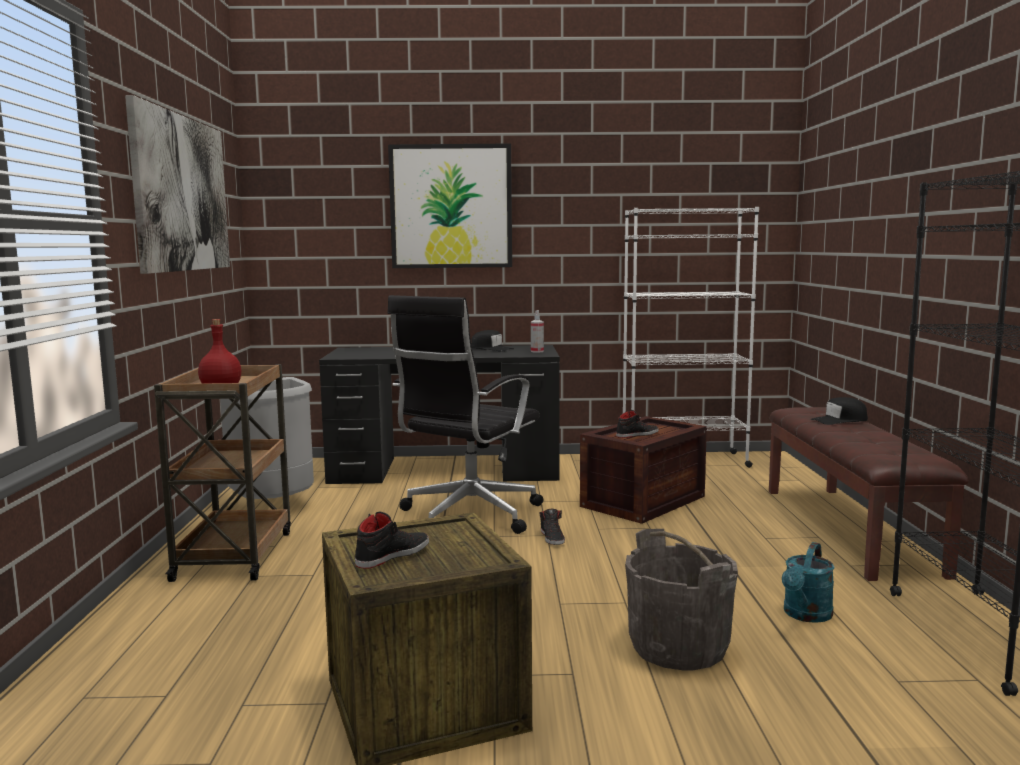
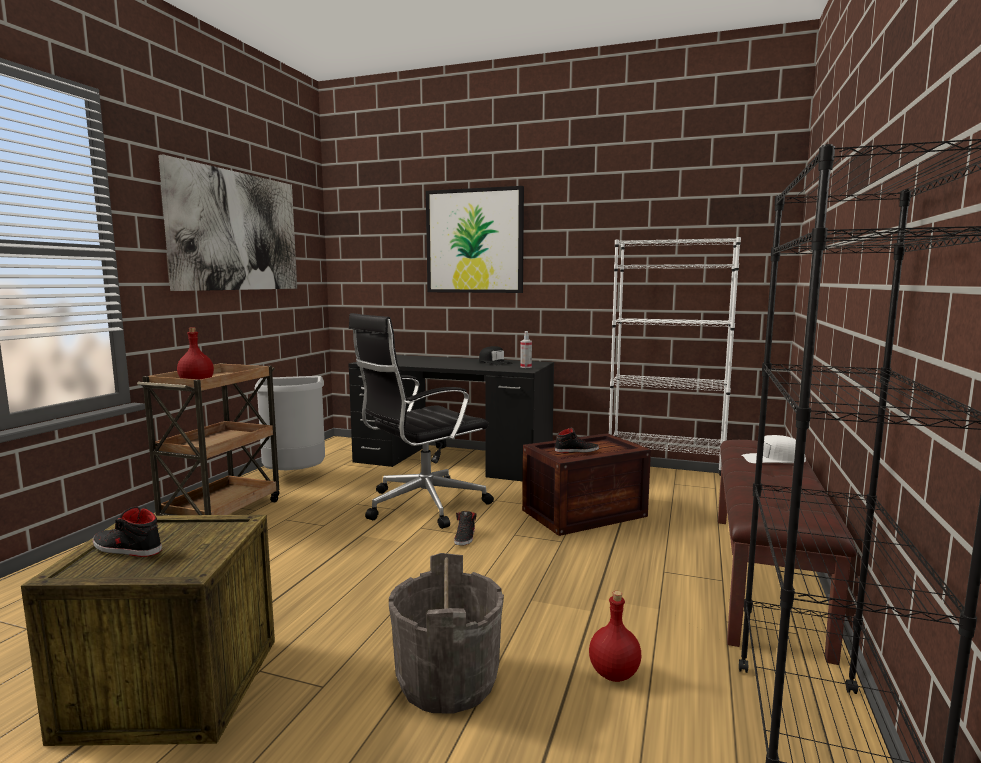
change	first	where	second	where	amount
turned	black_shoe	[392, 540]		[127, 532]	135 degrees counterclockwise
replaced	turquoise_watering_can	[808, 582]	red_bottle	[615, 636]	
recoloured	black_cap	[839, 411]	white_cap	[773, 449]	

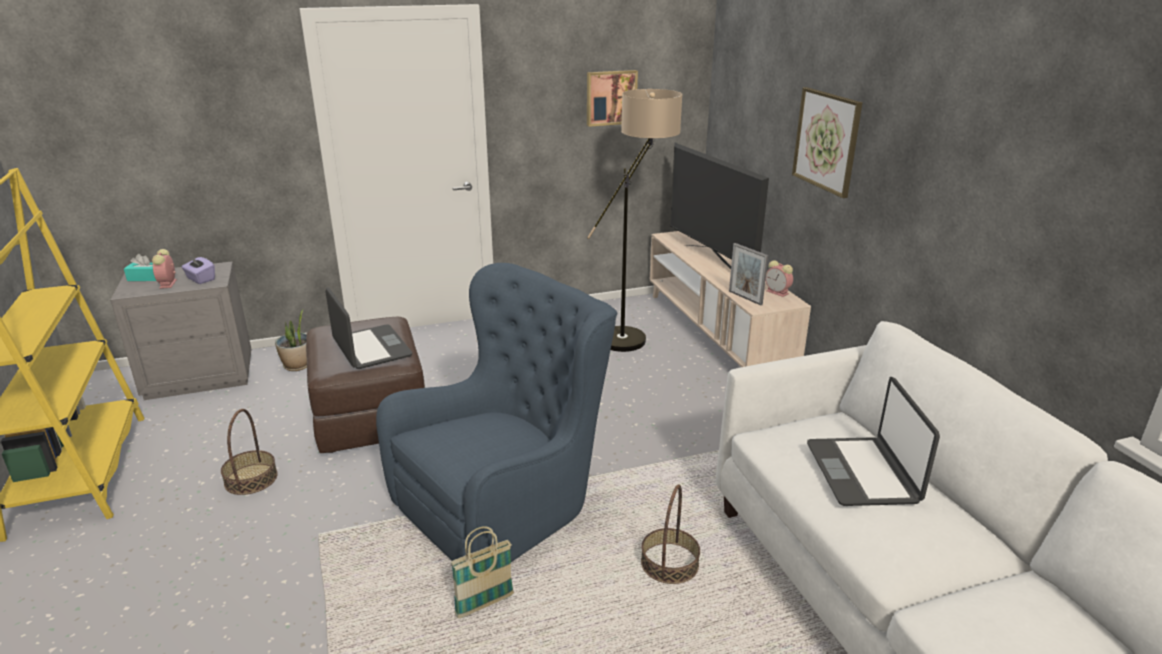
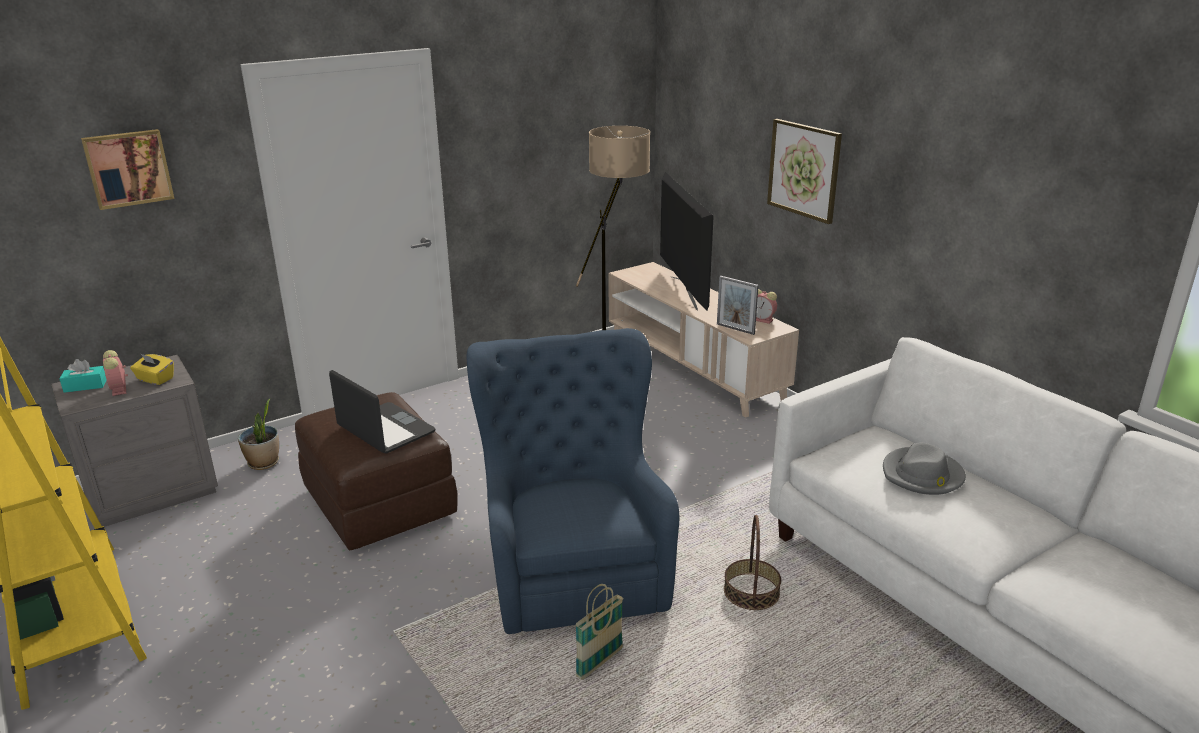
change	first	where	second	where	amount
recoloured	purple_tissue_box	[198, 269]	yellow_tissue_box	[152, 369]	
removed	basket	[249, 452]			
turned	blue_armchair	[496, 412]		[573, 481]	45 degrees counterclockwise
moved	picture	[612, 98]		[127, 169]	
turned	television	[719, 206]		[687, 241]	150 degrees counterclockwise
replaced	laptop	[873, 441]	grey_hat	[924, 469]	

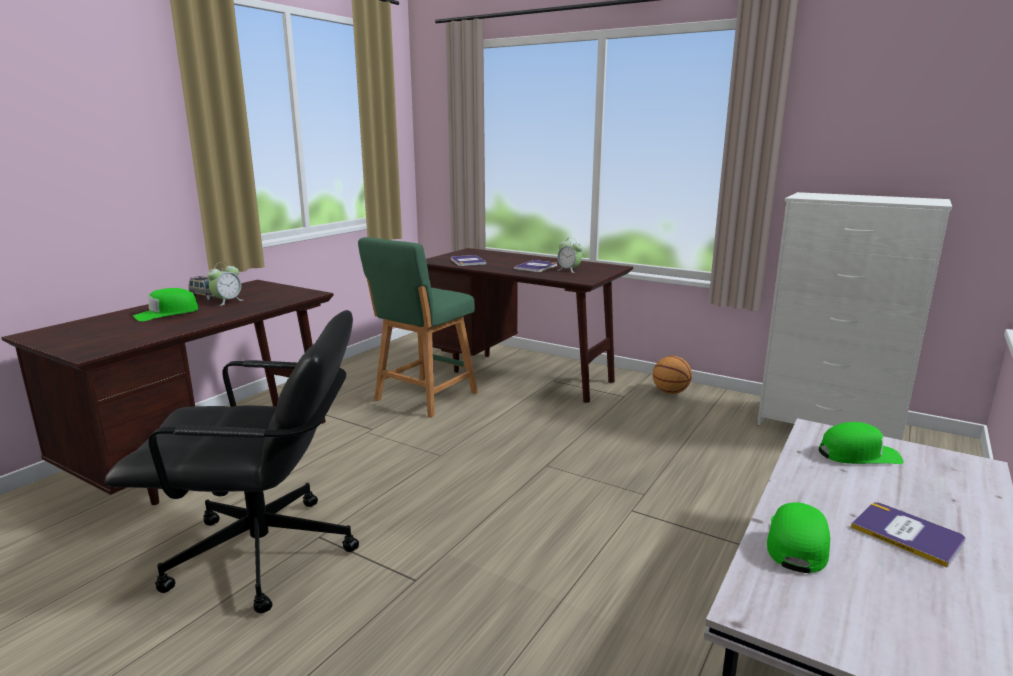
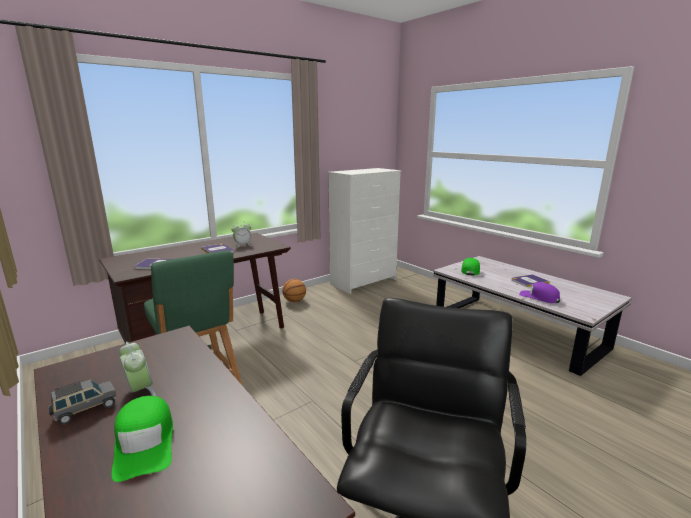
change	first	where	second	where	amount
recoloured	green_cap	[798, 537]	purple_cap	[539, 292]	

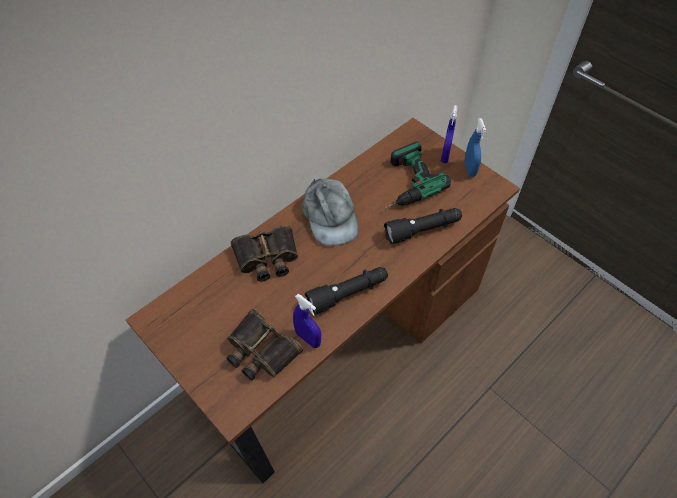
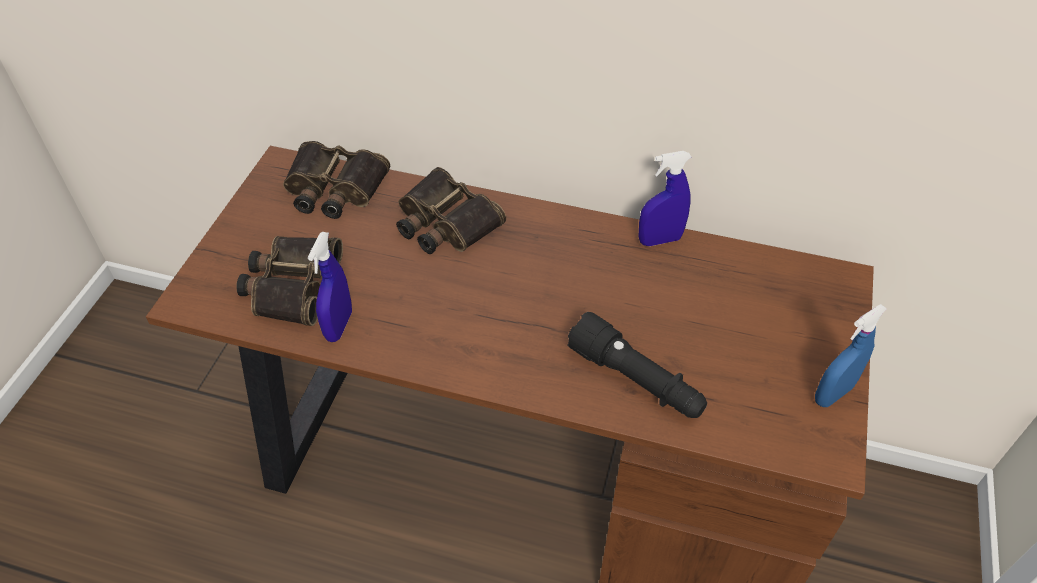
change	first	where	second	where	amount
removed	grey_cap	[330, 212]			
removed	black_flashlight	[346, 291]			
removed	power_drill	[417, 175]			
moved	blue_spray_bottle	[449, 134]		[664, 198]	
added			binoculars	[337, 180]	

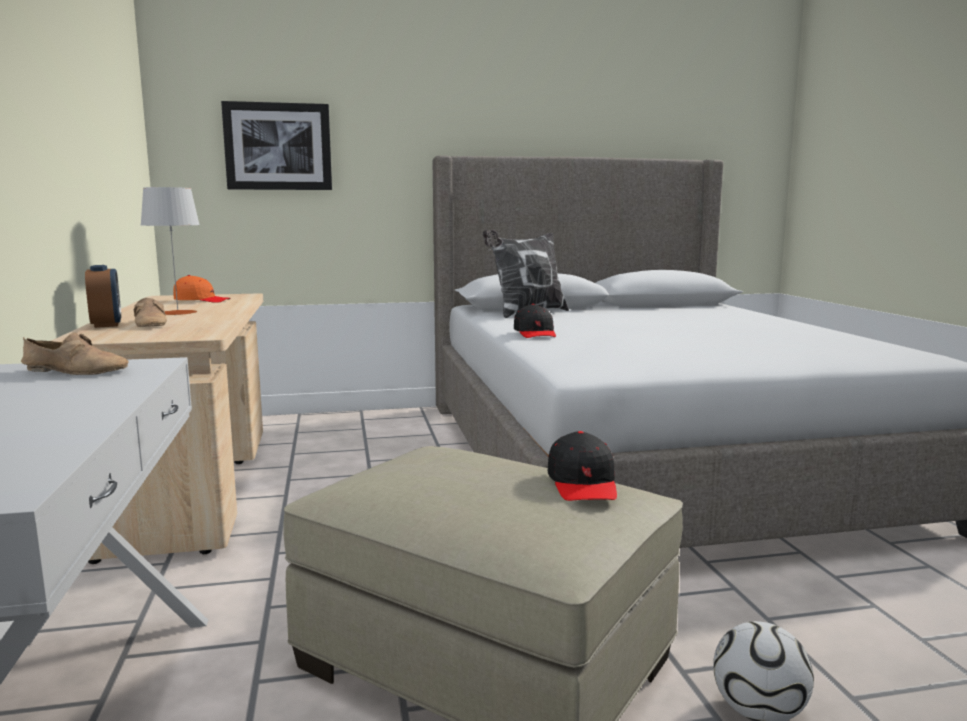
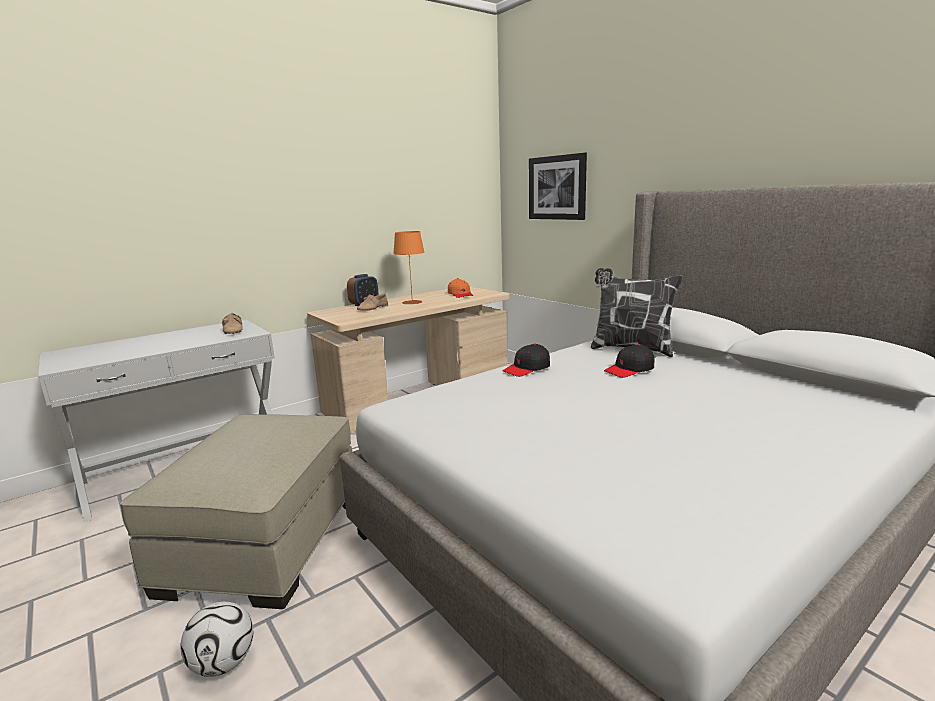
change	first	where	second	where	amount
recoloured	grey_table_lamp	[170, 251]	orange_table_lamp	[408, 267]	
moved	black_cap	[582, 466]		[629, 361]	

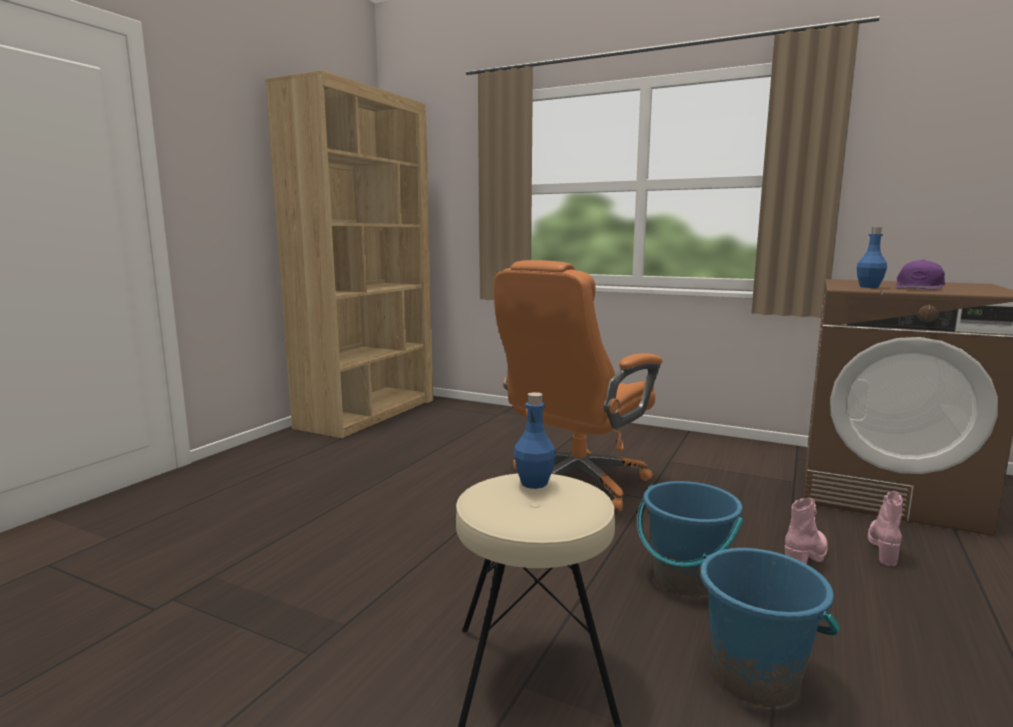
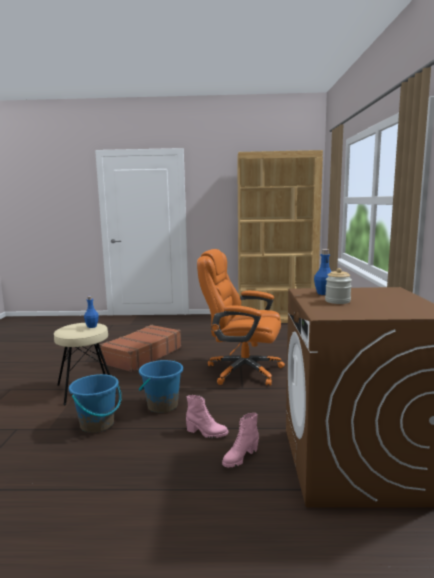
change	first	where	second	where	amount
turned	pink_boot	[885, 528]		[240, 440]	135 degrees clockwise
replaced	purple_cap	[920, 274]	jar	[338, 286]	
added			brown_suitcase	[141, 348]	

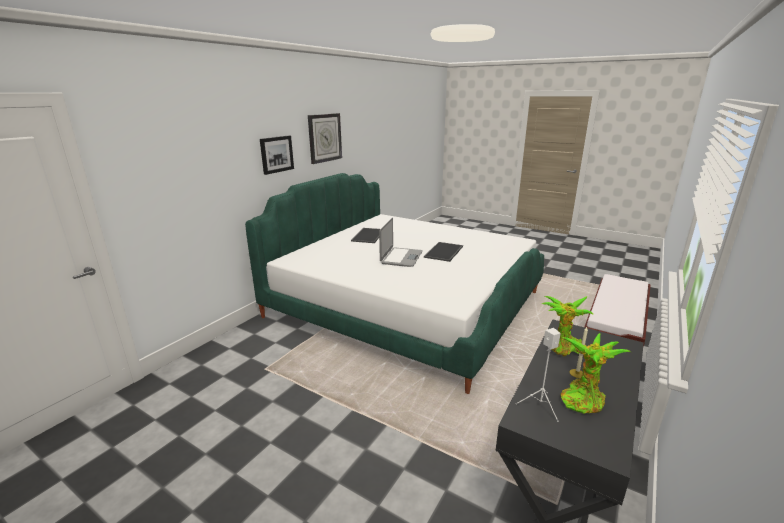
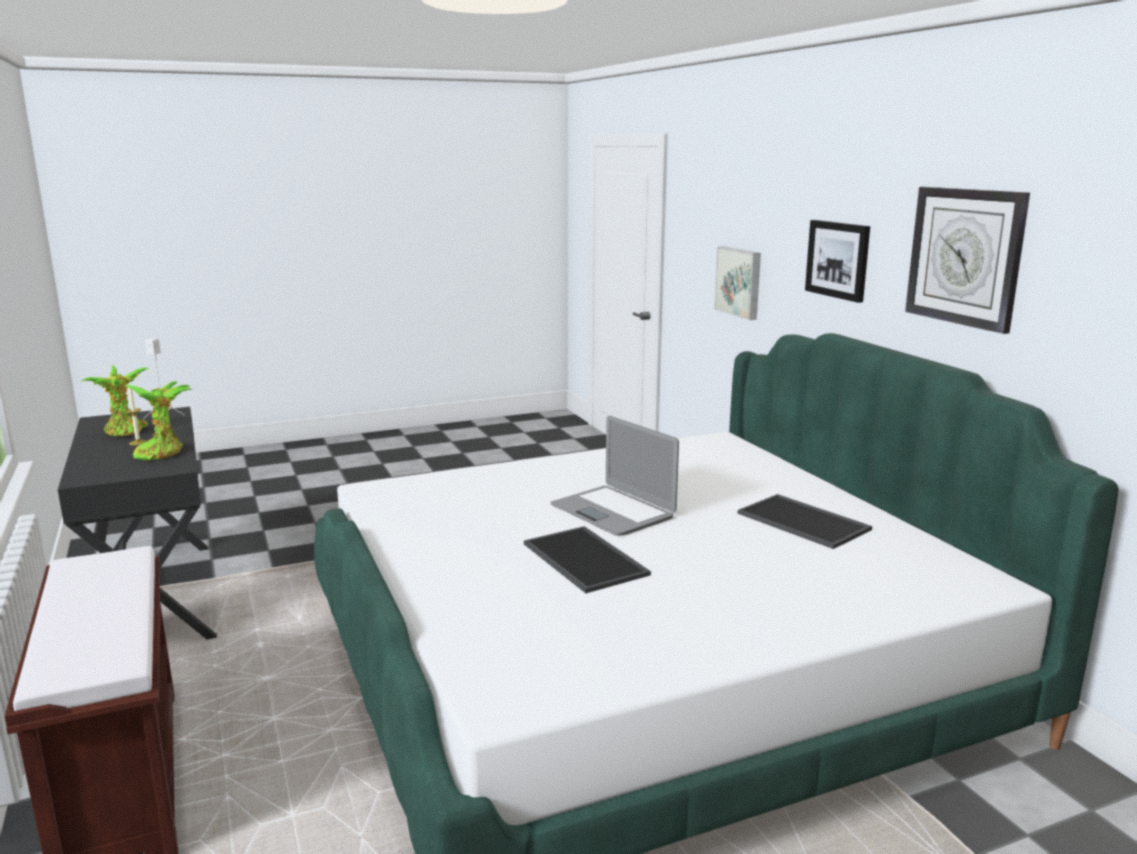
change	first	where	second	where	amount
added			picture	[737, 283]	

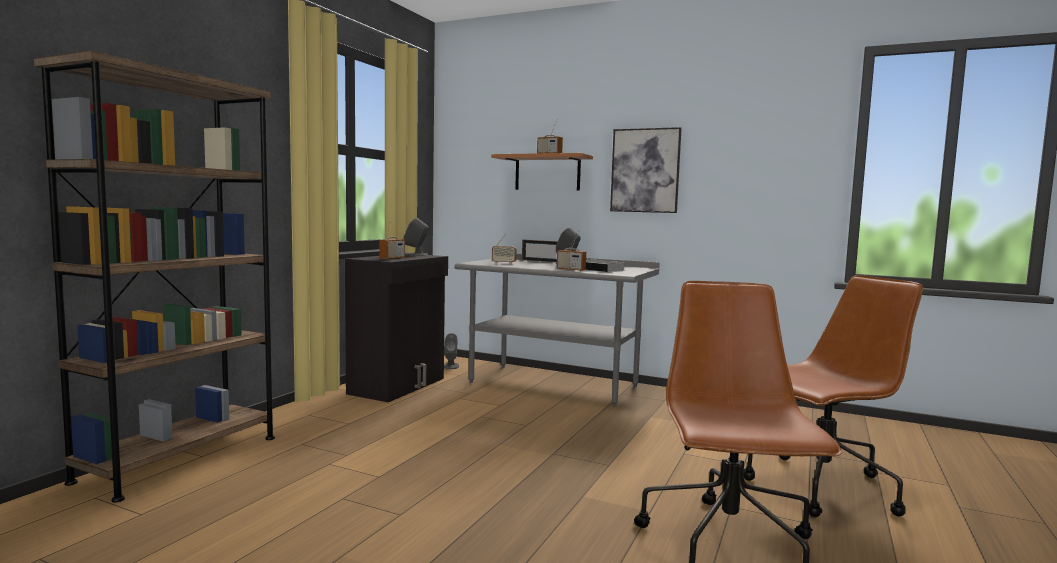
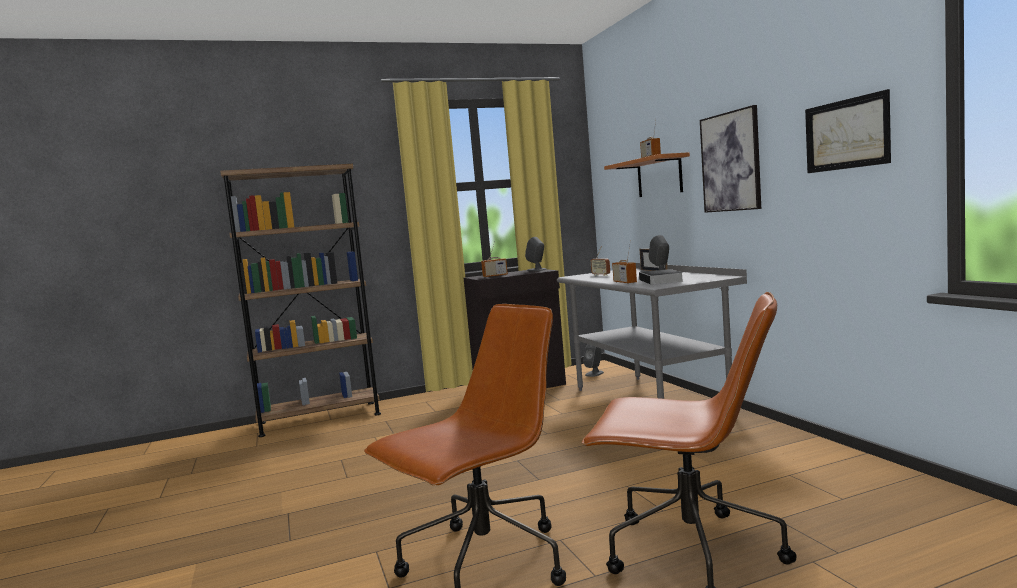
change	first	where	second	where	amount
added			picture	[848, 131]	

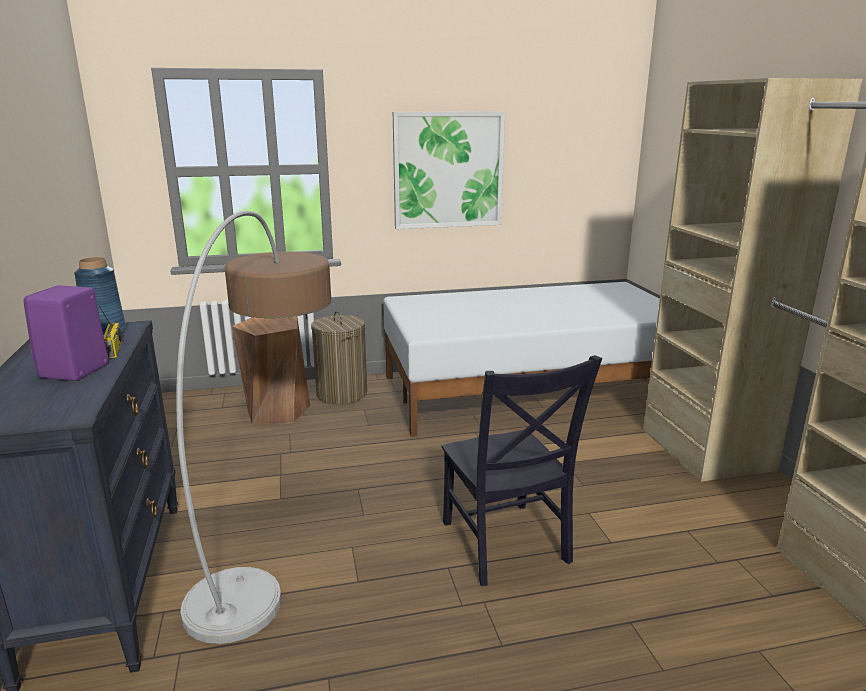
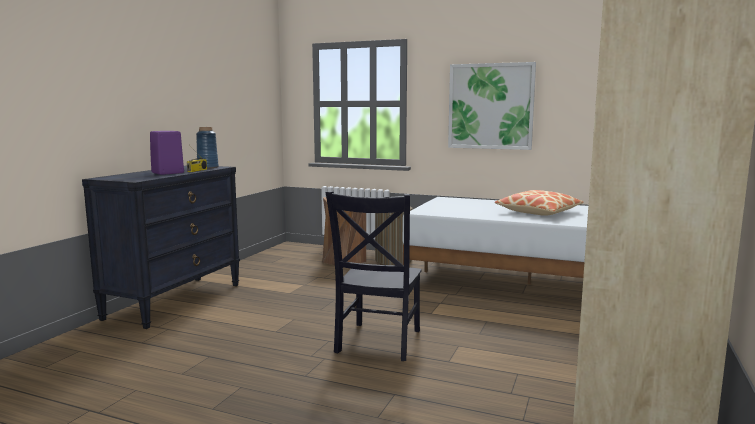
change	first	where	second	where	amount
removed	floor_lamp	[253, 427]			
added			pillow	[539, 203]	

